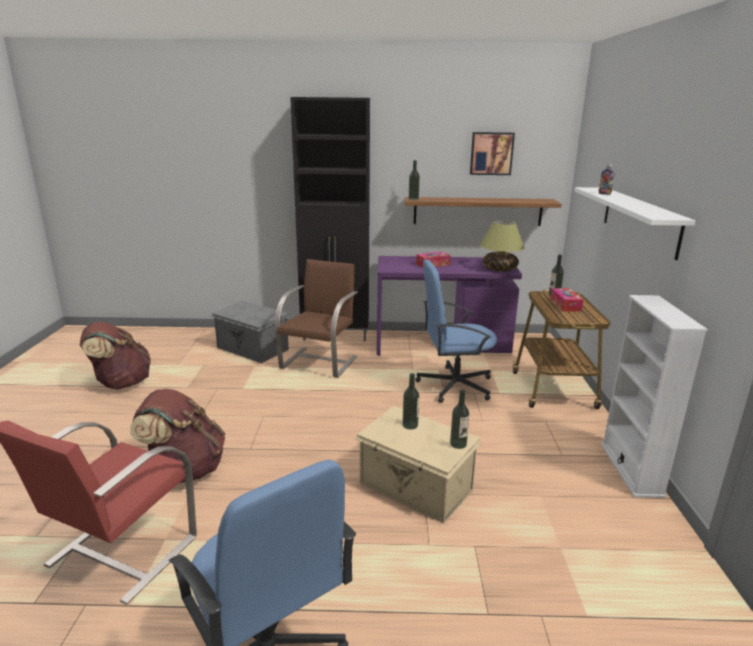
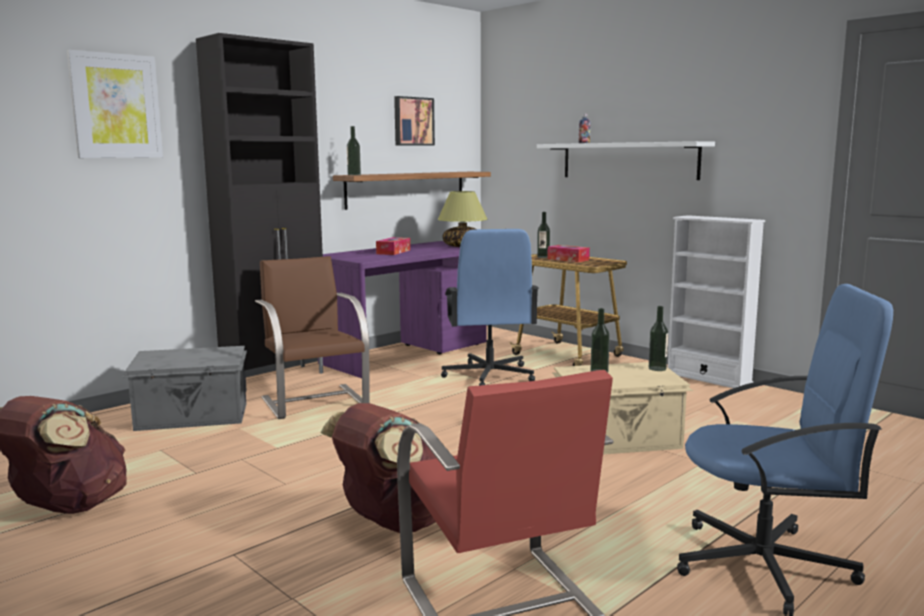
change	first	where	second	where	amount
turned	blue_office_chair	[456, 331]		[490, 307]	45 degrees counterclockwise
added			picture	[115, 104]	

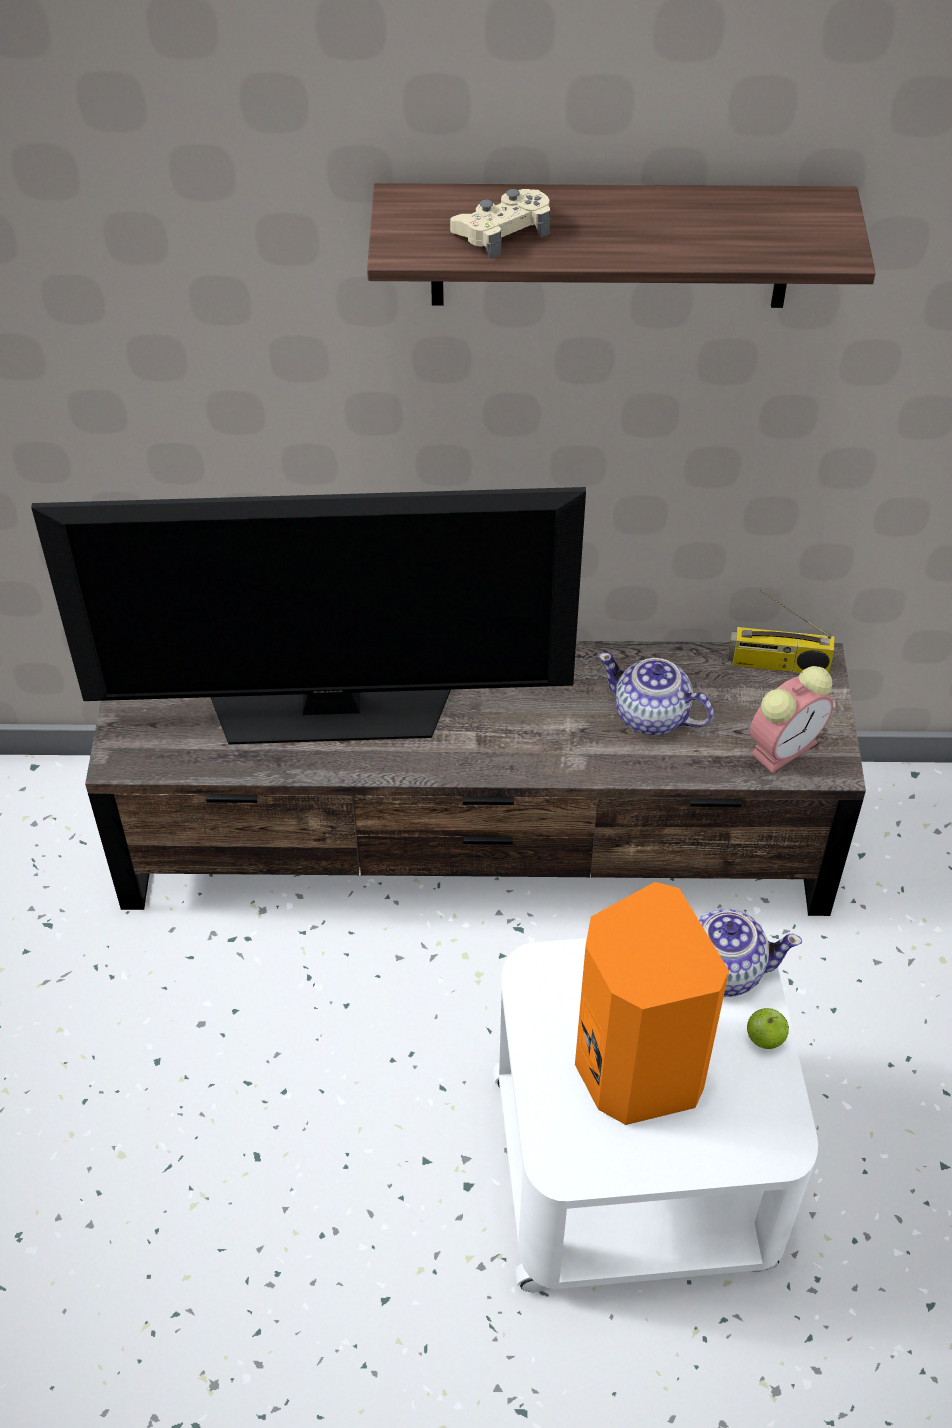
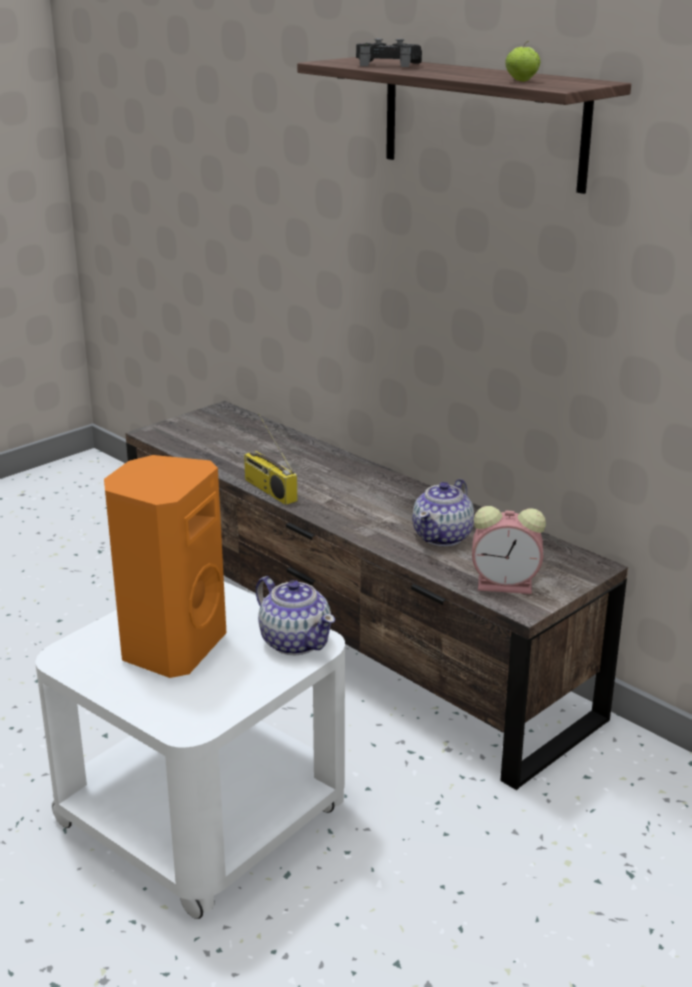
change	first	where	second	where	amount
removed	television	[308, 615]			
recoloured	beige_game_controller	[500, 224]	black_game_controller	[389, 52]	
turned	teapot	[656, 694]		[443, 512]	135 degrees counterclockwise
moved	radio	[781, 631]		[270, 459]	
moved	apple	[768, 1028]		[523, 61]	

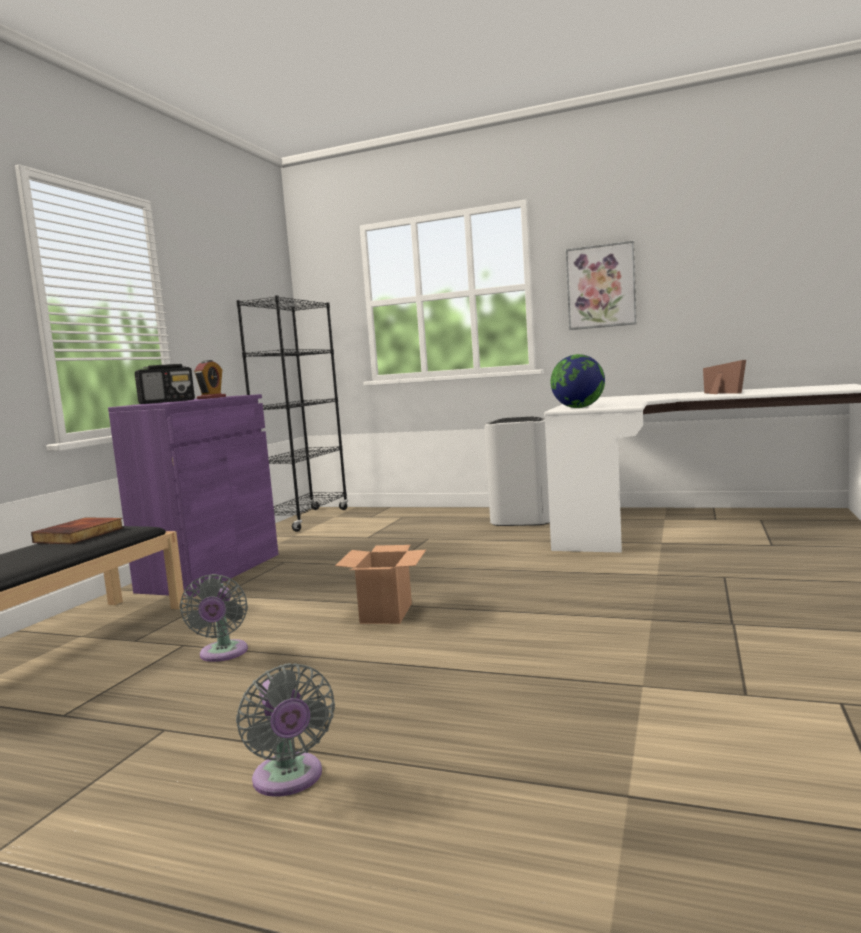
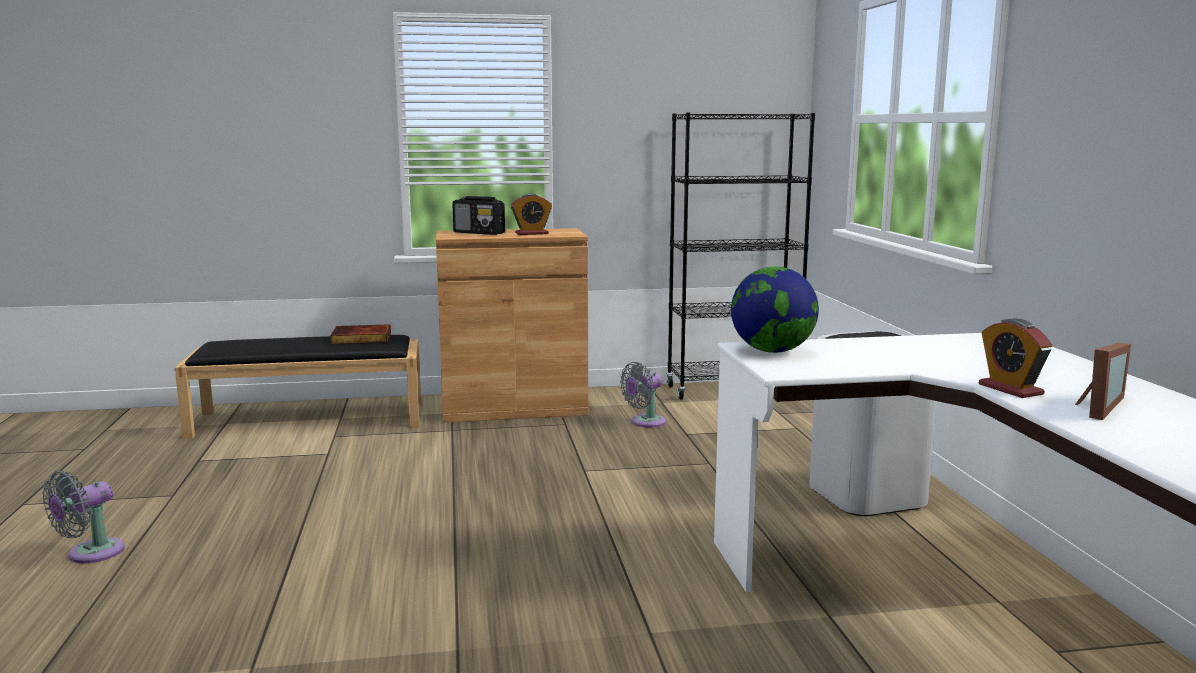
change	first	where	second	where	amount
recoloured	purple_cabinet	[193, 495]	brown_cabinet	[512, 325]	
moved	grey_fan	[214, 618]		[643, 394]	
removed	cardboard_box	[380, 584]			
removed	picture	[601, 285]			
added			alarm_clock	[1015, 358]	

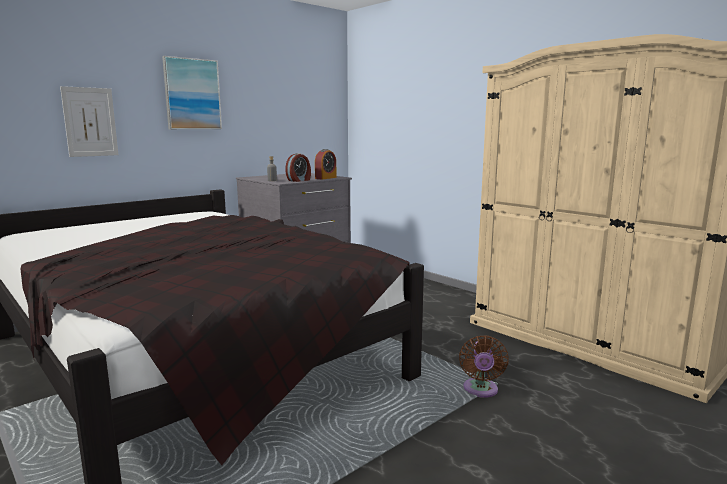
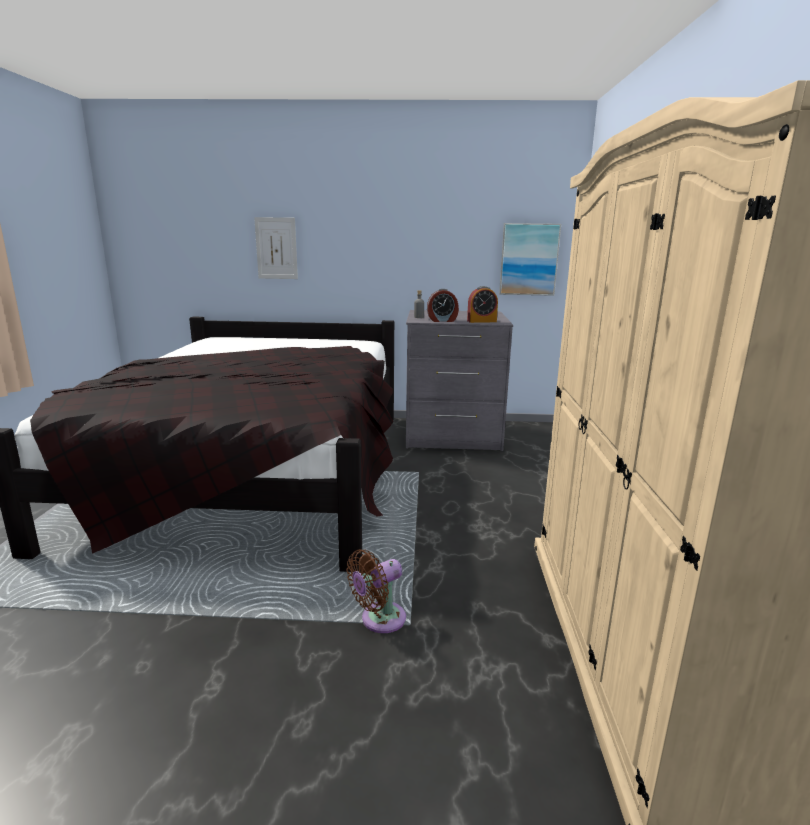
change	first	where	second	where	amount
moved	picture	[192, 92]		[530, 259]	

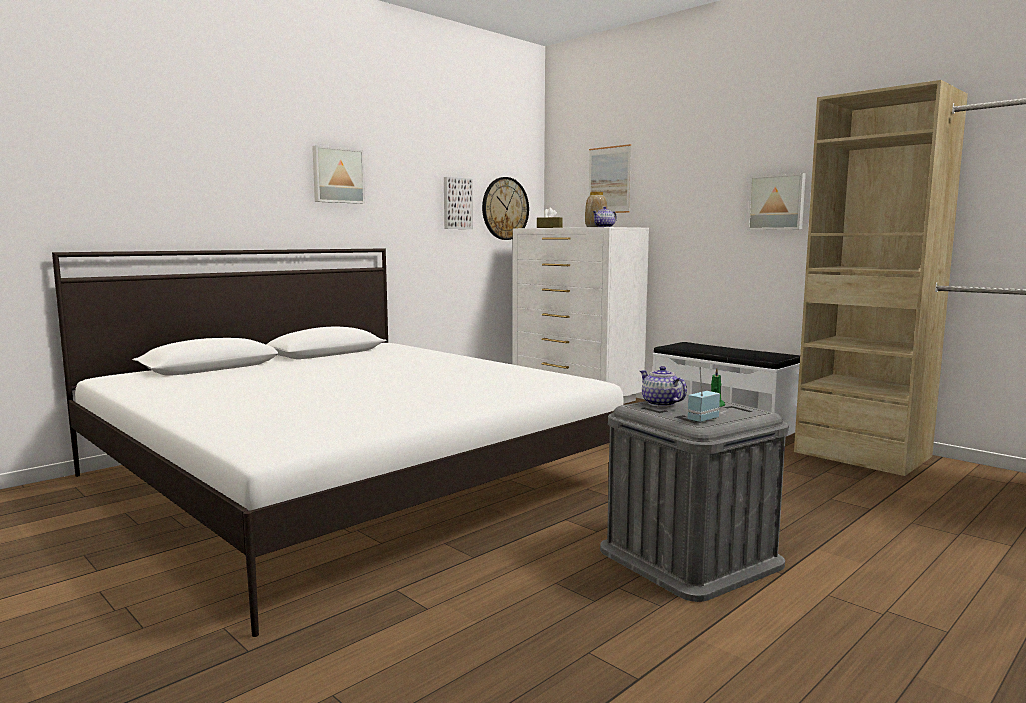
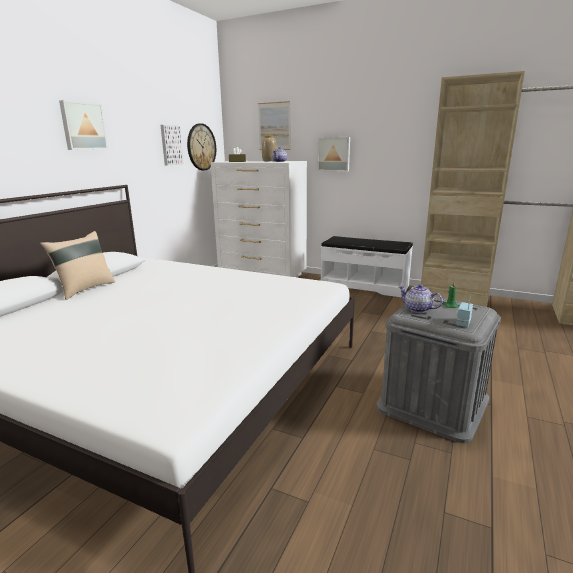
change	first	where	second	where	amount
moved	picture	[776, 201]		[334, 154]	
added			beige_pillow	[77, 265]	

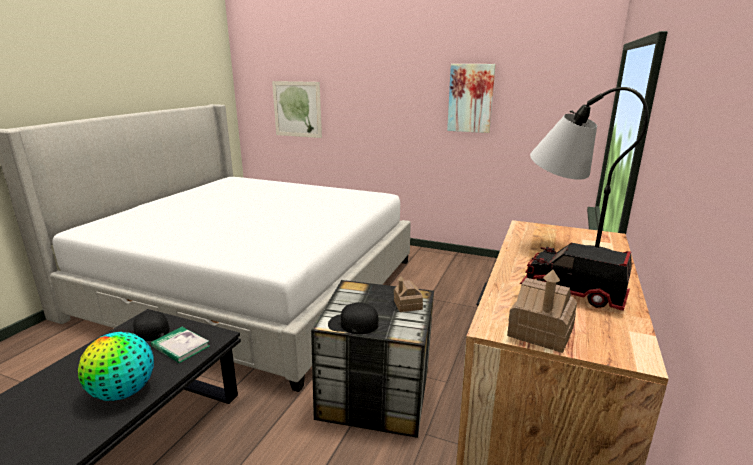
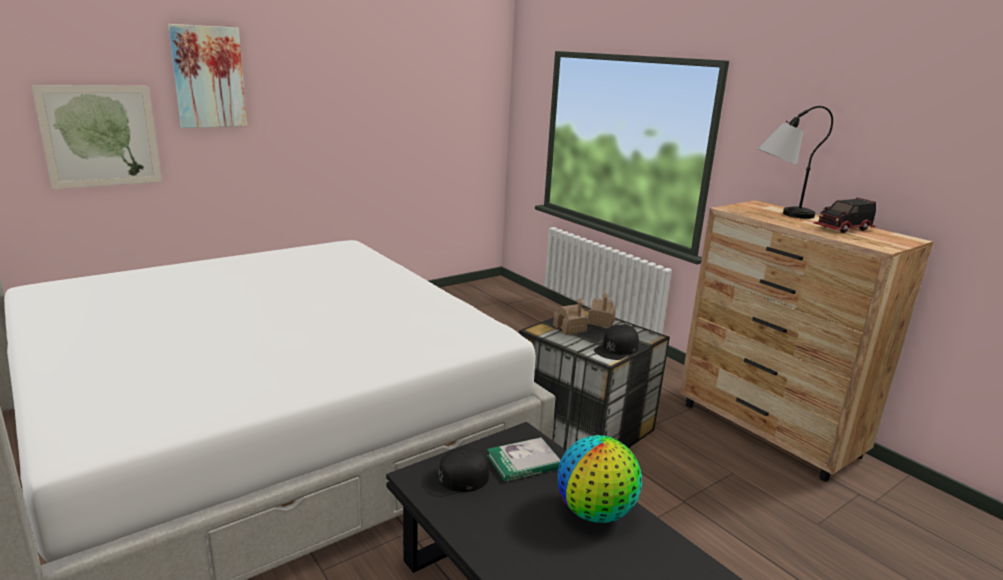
change	first	where	second	where	amount
moved	picture	[471, 98]		[207, 76]	
moved	toy_house	[542, 311]		[570, 316]	

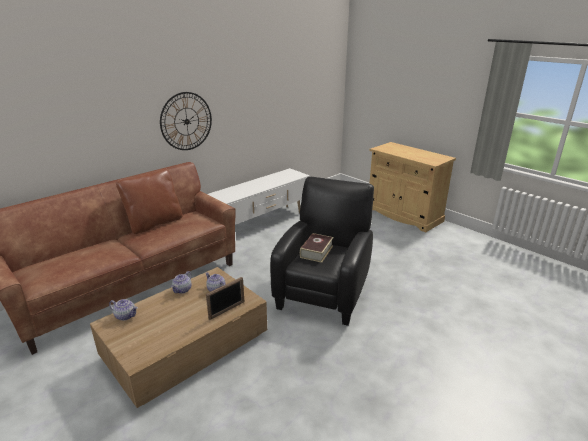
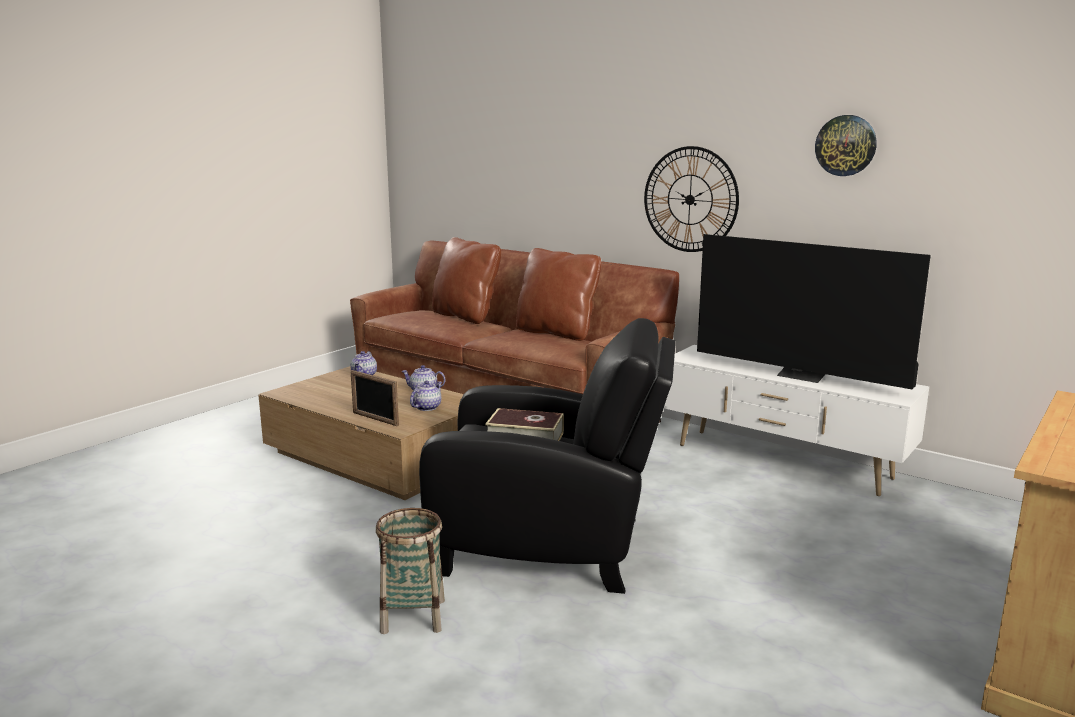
change	first	where	second	where	amount
added			basket	[410, 571]	
added			brown_pillow	[466, 280]	
added			television	[814, 312]	
added			wall_clock	[846, 145]	

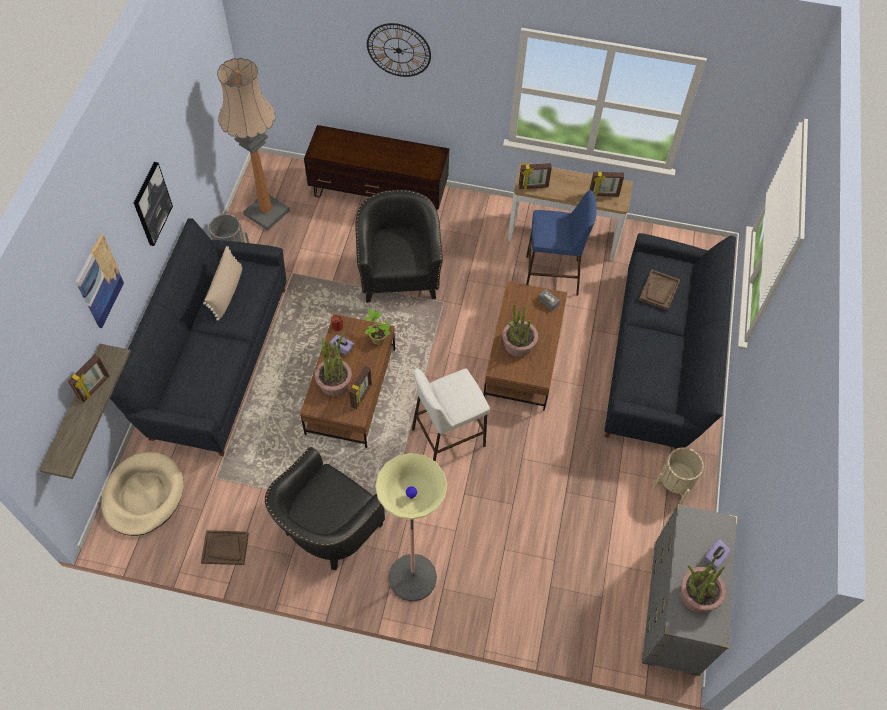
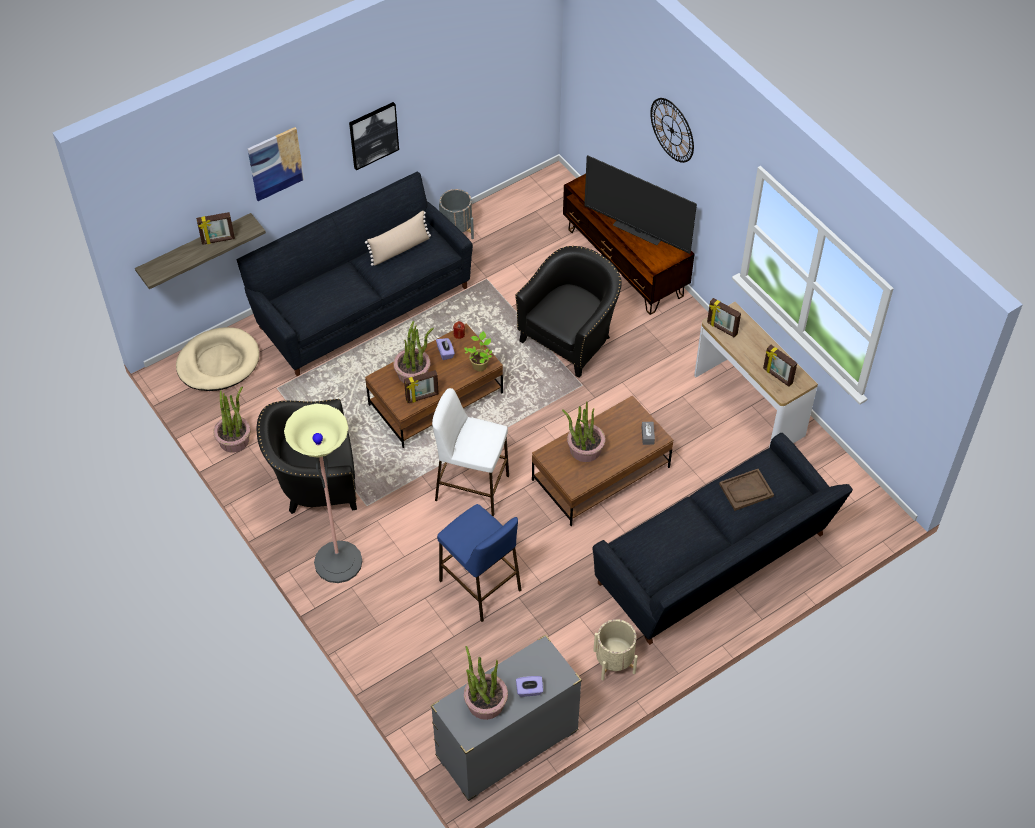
change	first	where	second	where	amount
replaced	brown_tray	[225, 547]	potted_plant	[232, 419]	
removed	floor_lamp	[253, 144]			
moved	blue_stool	[561, 242]		[479, 563]	
added			television	[640, 204]	

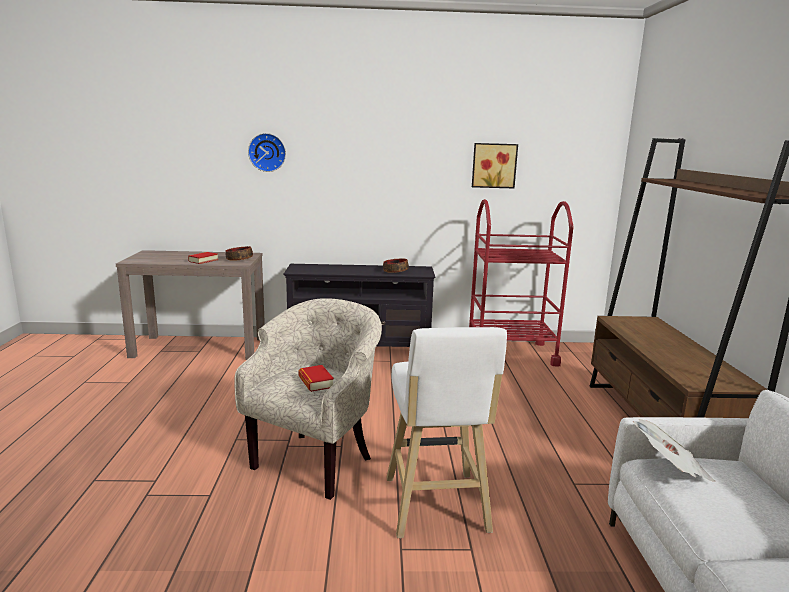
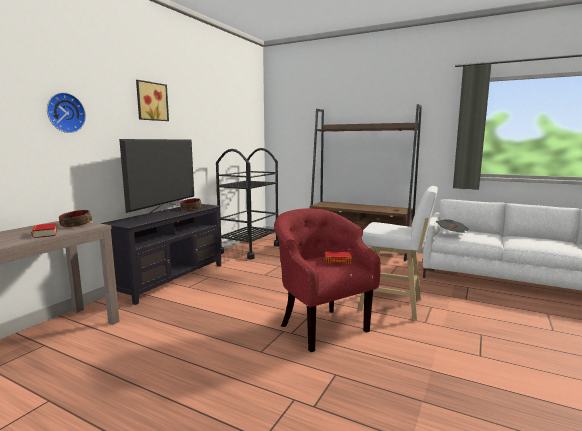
change	first	where	second	where	amount
recoloured	beige_armchair	[308, 399]	red_armchair	[327, 280]	
recoloured	red_cart	[521, 283]	black_cart	[247, 203]	
moved	picture	[495, 165]		[152, 100]	
added			television	[156, 178]	

